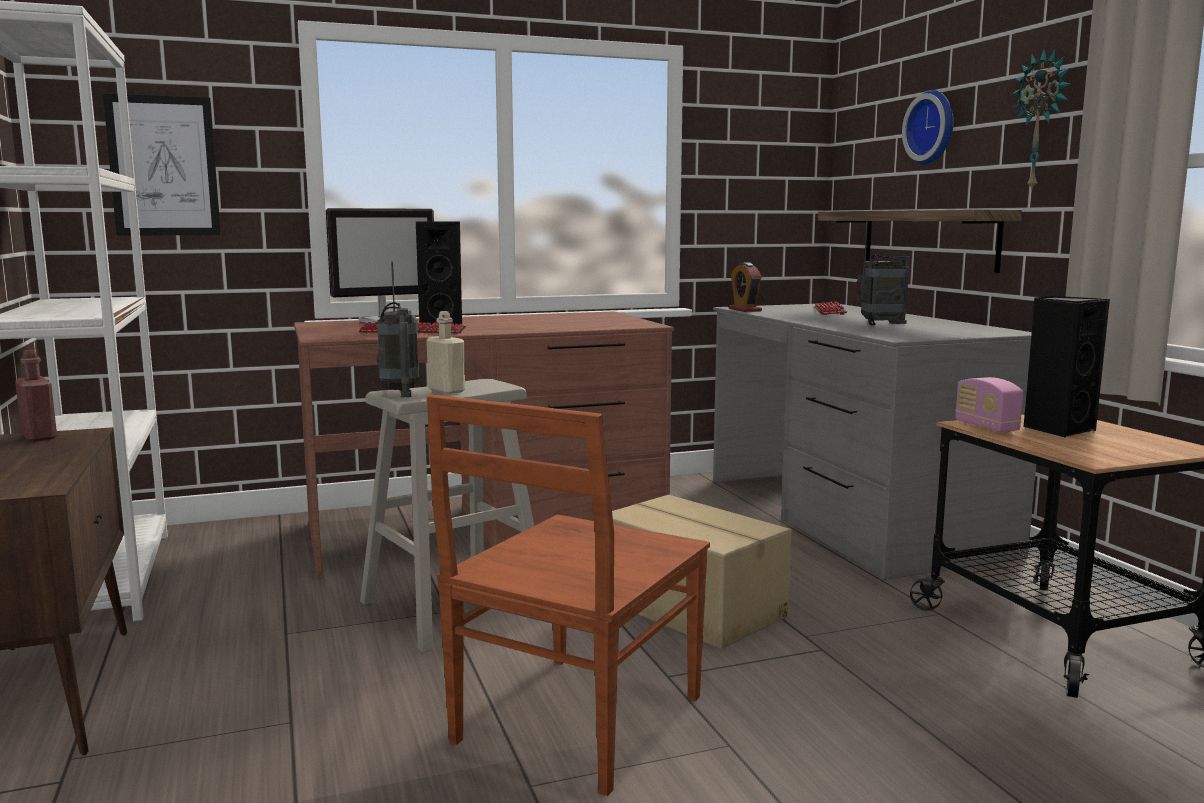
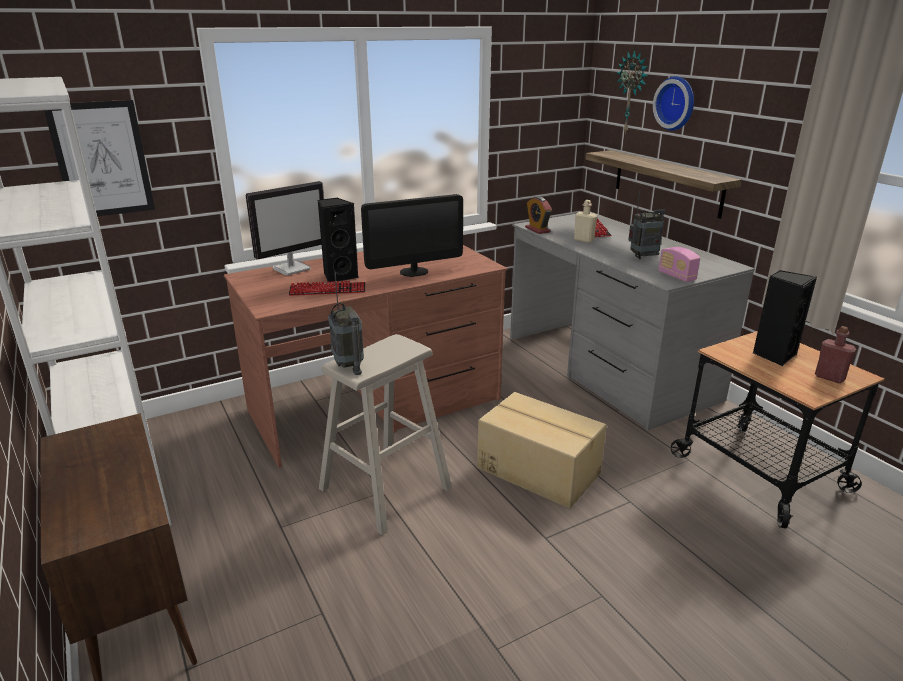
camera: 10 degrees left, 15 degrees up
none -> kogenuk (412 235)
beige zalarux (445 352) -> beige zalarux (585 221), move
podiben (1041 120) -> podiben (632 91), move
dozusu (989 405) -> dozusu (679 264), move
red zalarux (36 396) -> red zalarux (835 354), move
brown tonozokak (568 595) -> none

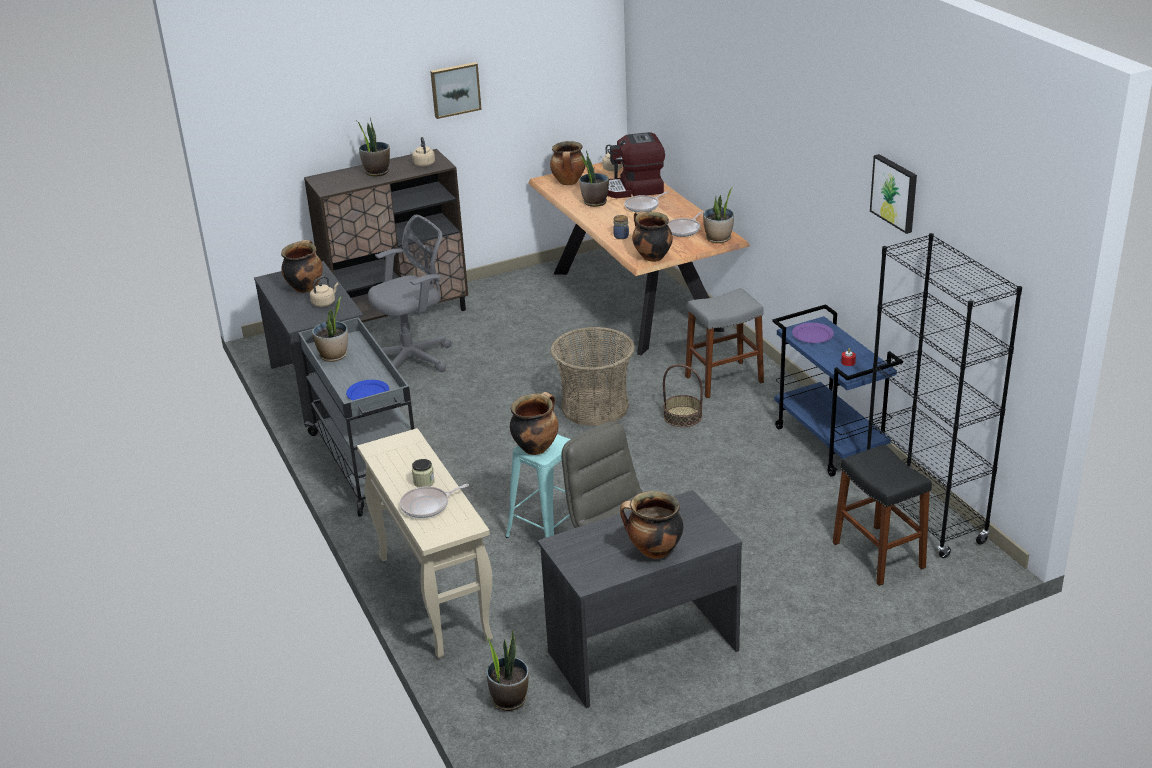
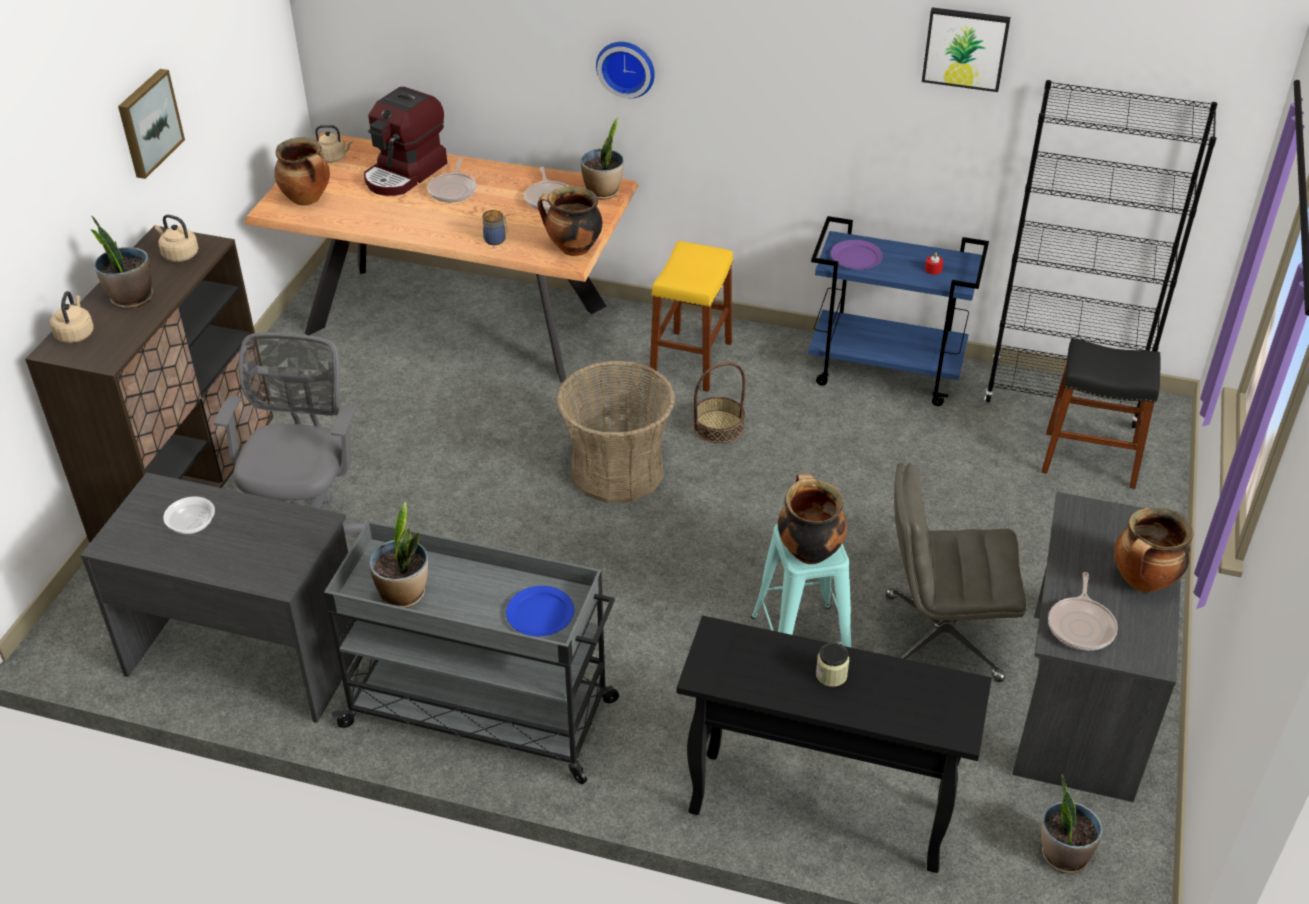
camera: 50 degrees left, 10 degrees up
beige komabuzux (324 291) -> beige komabuzux (72 317), move
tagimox (302 266) -> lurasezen (189 515)
none -> podiben (625 70)
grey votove (724 343) -> yellow votove (691 316)
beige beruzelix (425 543) -> black beruzelix (834 744)
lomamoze (434 501) -> lomamoze (1083 611), move
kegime (594 179) -> none

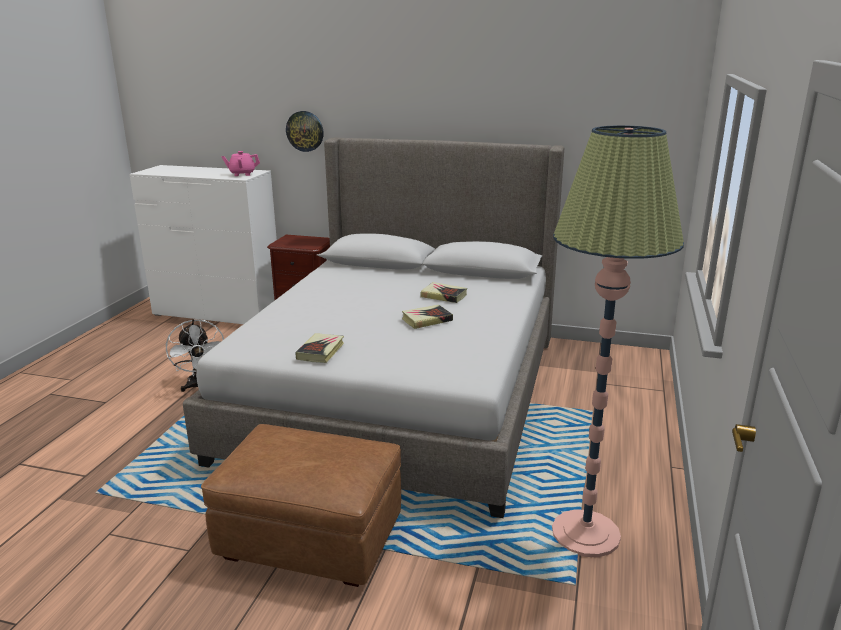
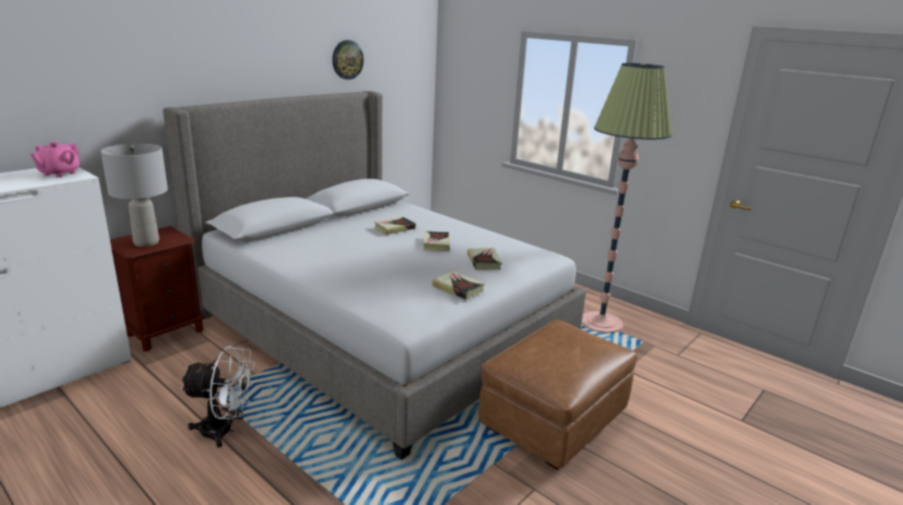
camera: 65 degrees left, 0 degrees up
none -> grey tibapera (134 195)
podiben (305 131) -> podiben (348 60), move
none -> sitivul (484 259)

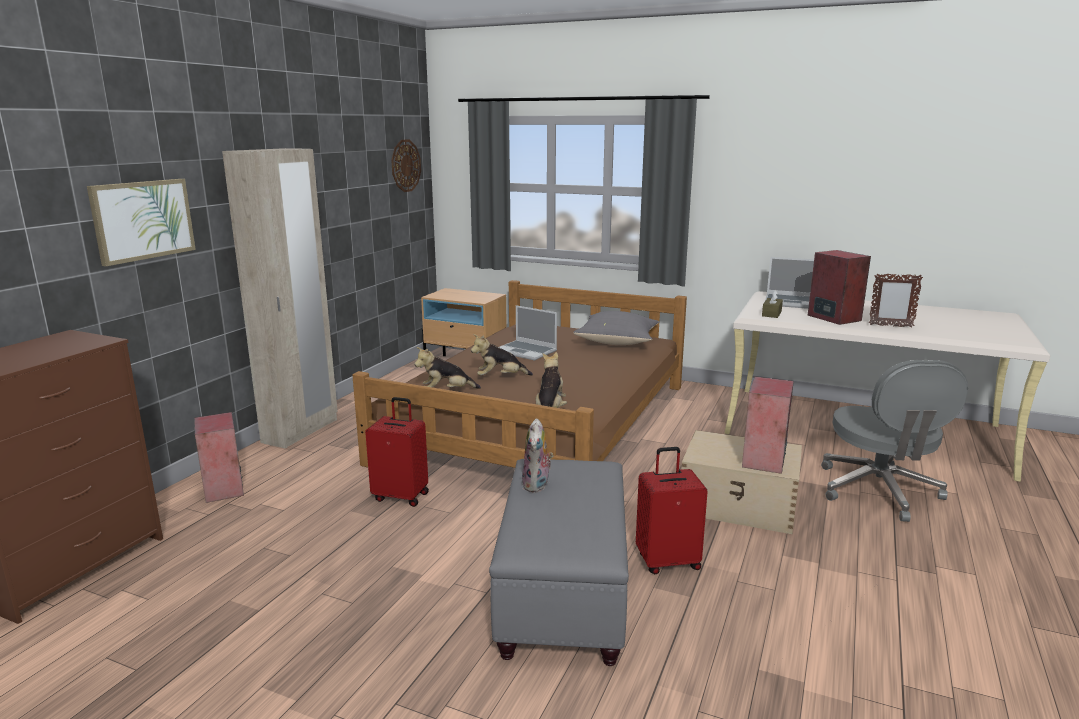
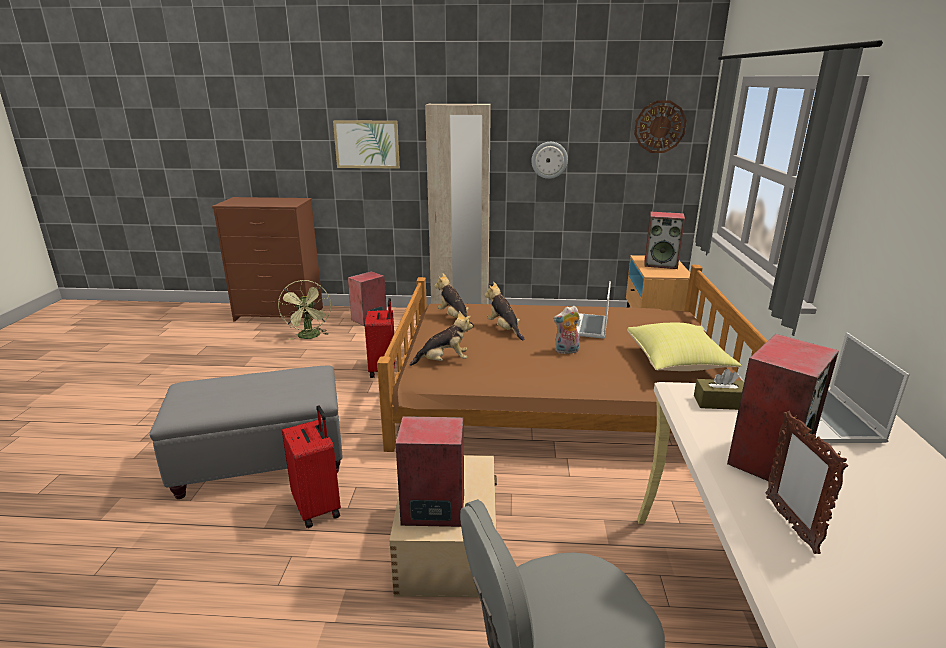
camera: 70 degrees right, 5 degrees up
none -> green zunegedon (304 310)
none -> podiben (549 160)
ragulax (538 455) -> ragulax (566 330), move
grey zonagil (616 328) -> yellow zonagil (684 347)
none -> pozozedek (664 240)

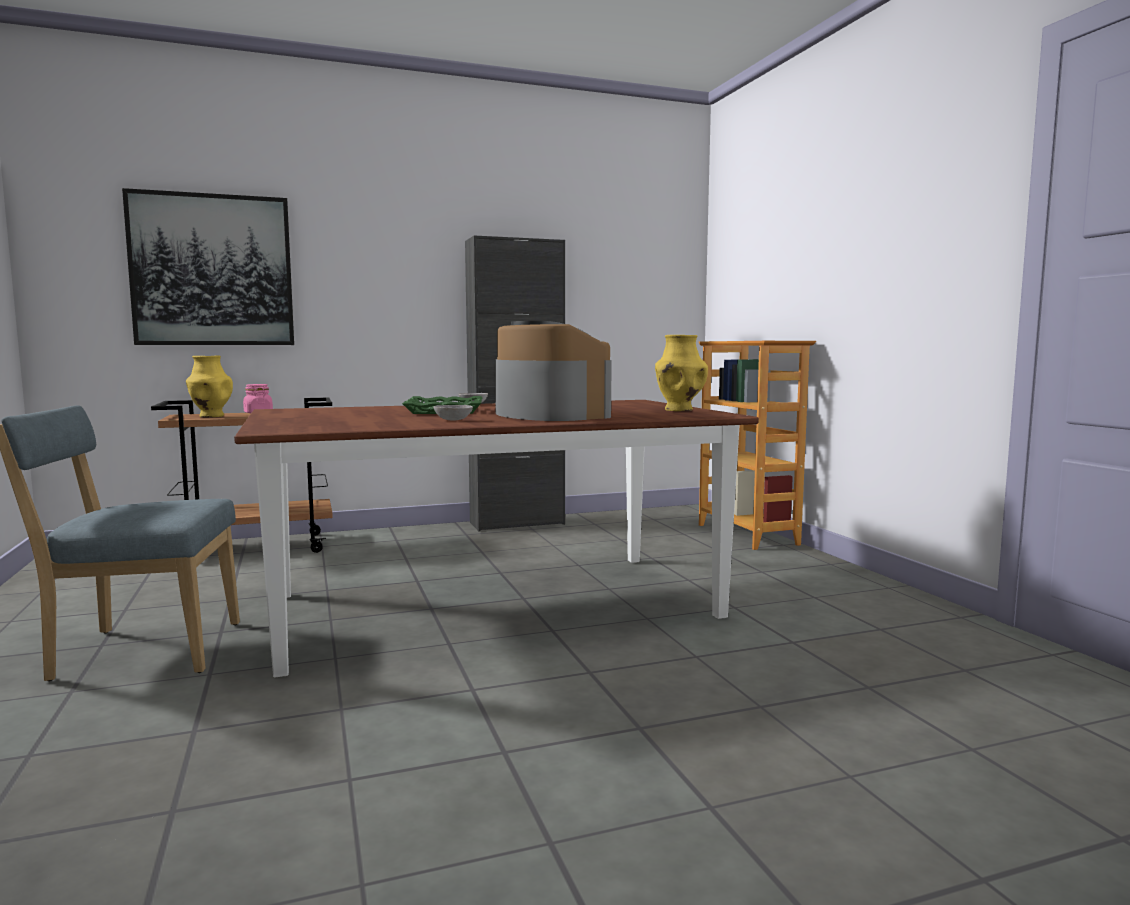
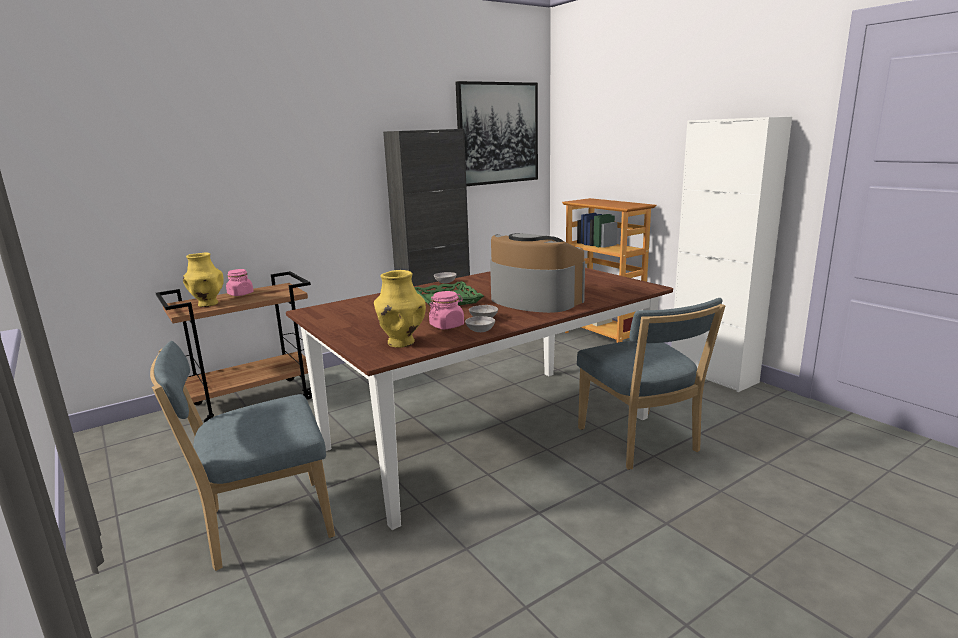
camera: 15 degrees left, 10 degrees up
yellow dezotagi (681 373) -> yellow dezotagi (400 309), move
none -> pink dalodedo (446 310)
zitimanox (208 266) -> zitimanox (497 133), move
none -> grey lurasezen (480 324)
none -> blue tonozokak (651 384)
none -> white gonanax (731 254)

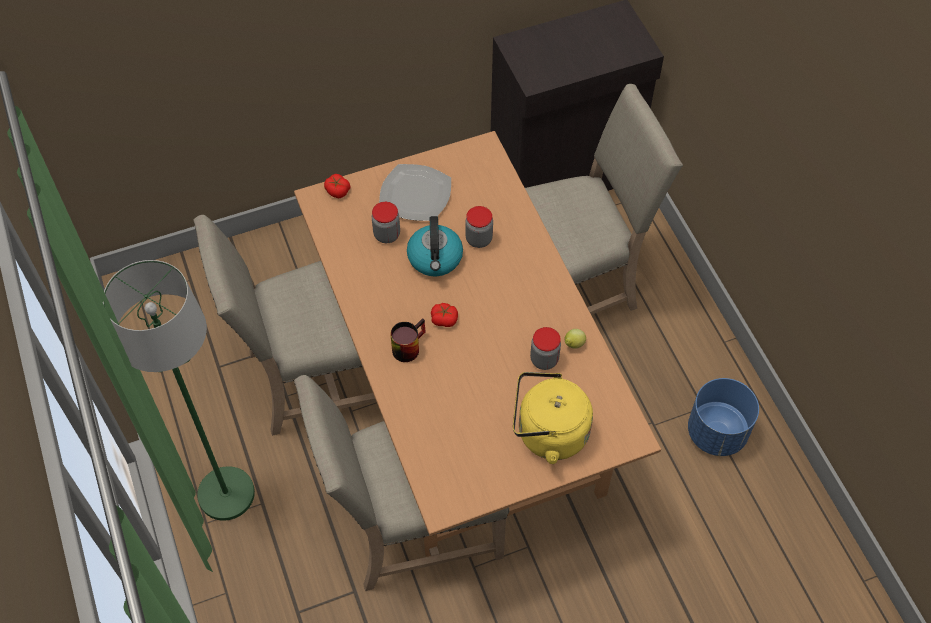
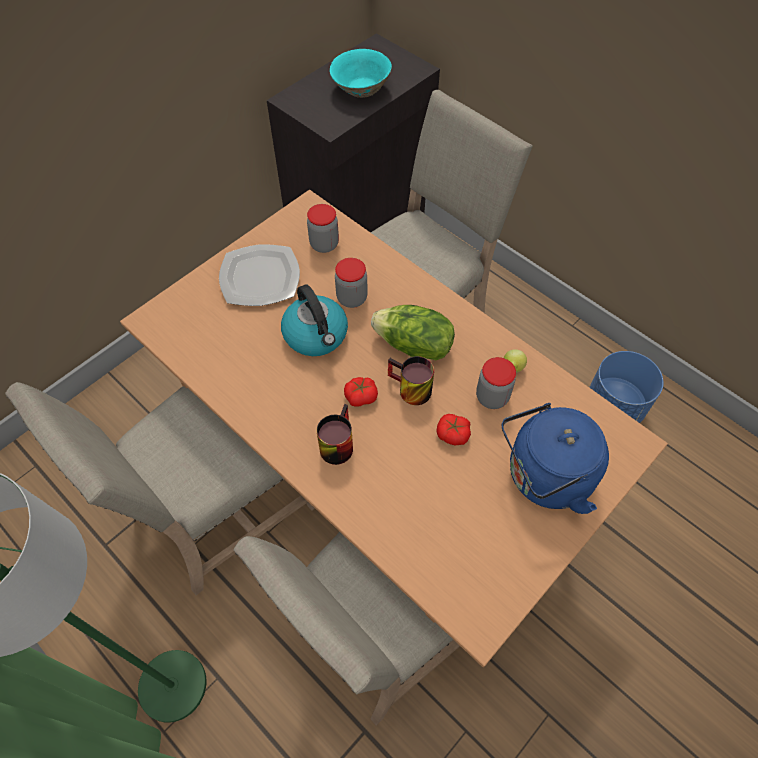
camera: 25 degrees left, 0 degrees up
dalodedo (386 222) -> dalodedo (323 228), move
none -> turquoise lurasezen (361 73)
none -> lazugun (413 332)
none -> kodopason (411 380)
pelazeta (337 186) -> pelazeta (453 429), move
yellow komabuzux (553 418) -> blue komabuzux (555 458)

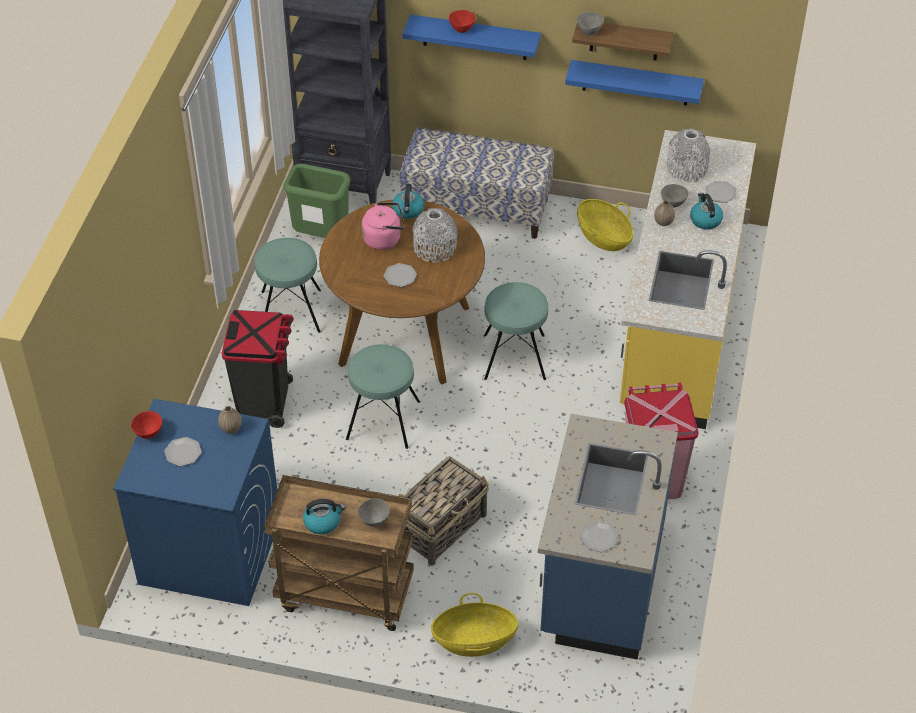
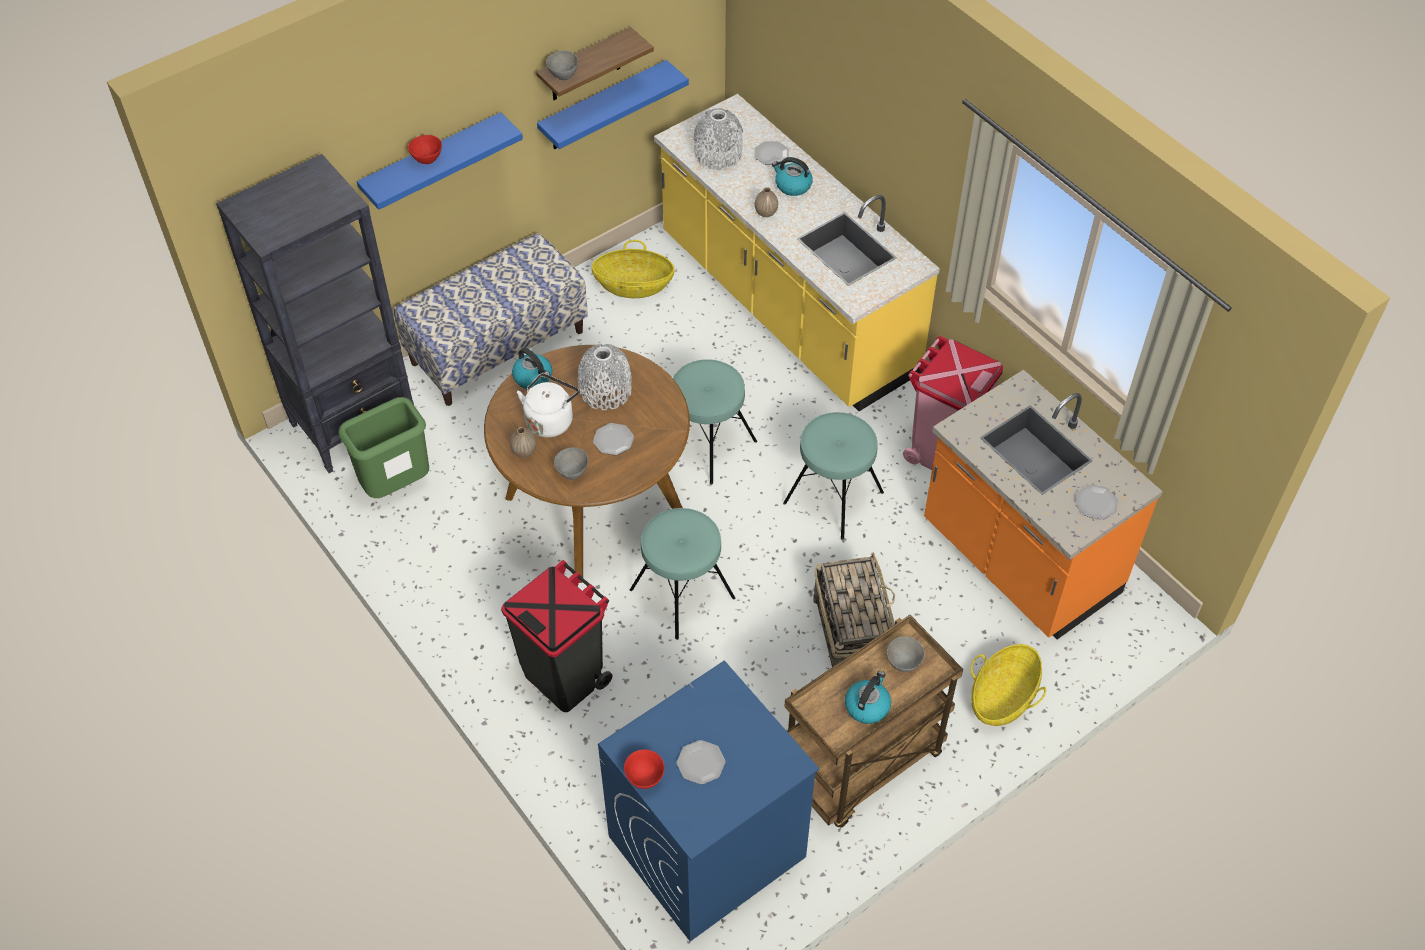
camera: 50 degrees left, 5 degrees up
dezotagi (230 420) -> dezotagi (523 442), move
pink komabuzux (383 226) -> white komabuzux (548 405)
grey lurasezen (675 196) -> grey lurasezen (571 463), move
turquoise votove (287 285) -> turquoise votove (833 476), move
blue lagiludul (608 537) -> orange lagiludul (1043 505)

